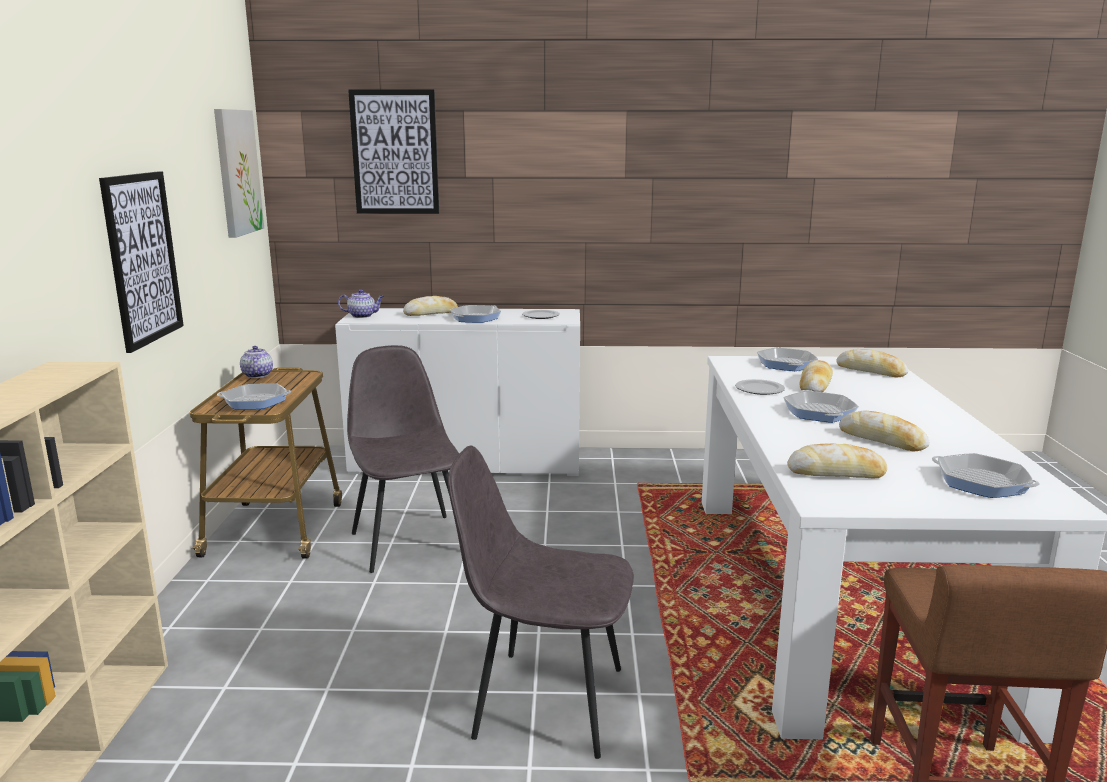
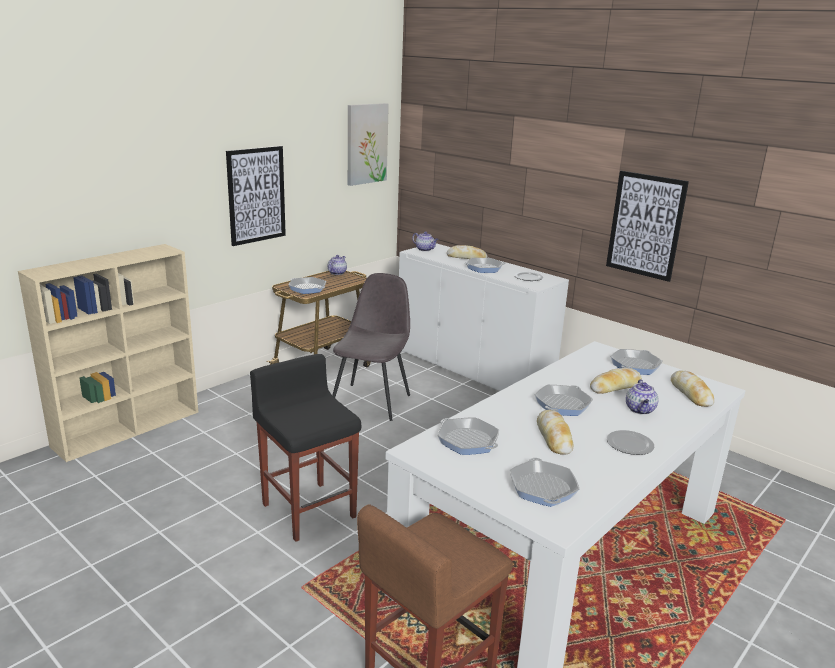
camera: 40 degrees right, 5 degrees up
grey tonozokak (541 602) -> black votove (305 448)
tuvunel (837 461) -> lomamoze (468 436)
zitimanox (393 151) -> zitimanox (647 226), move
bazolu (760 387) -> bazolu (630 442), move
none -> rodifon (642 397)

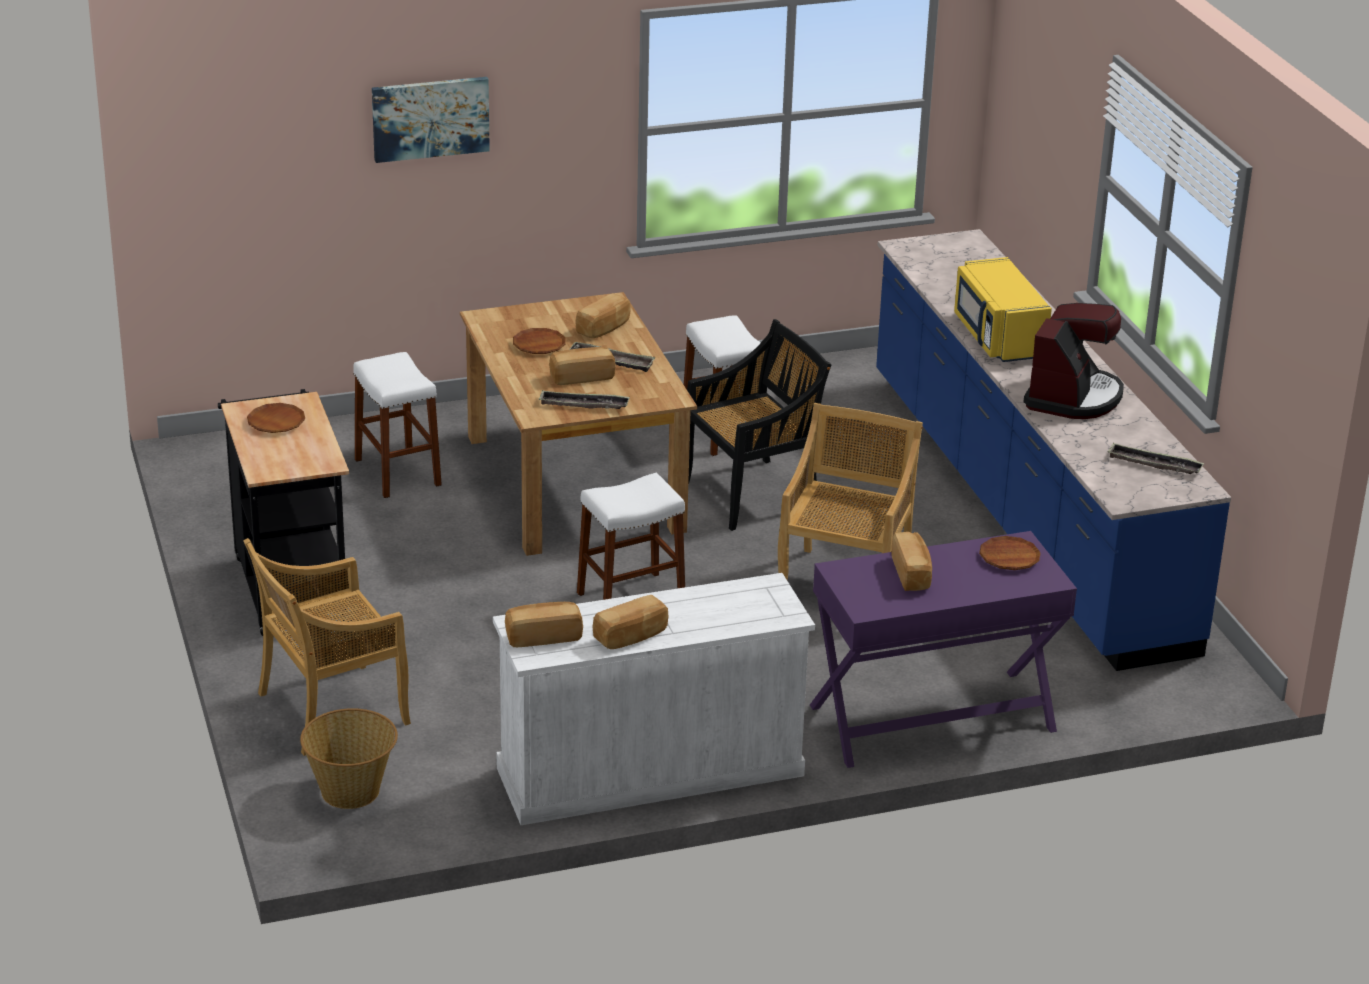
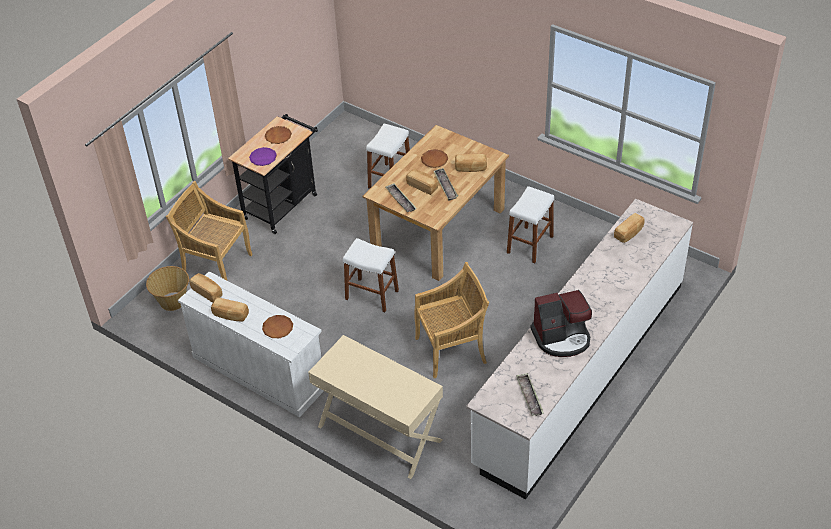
camera: 55 degrees right, 15 degrees up
none -> purple bazolu (263 156)
brown bazolu (1010 553) -> brown bazolu (277 326), move
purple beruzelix (943 649) -> beige beruzelix (375 407)
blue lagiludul (1053 450) -> white lagiludul (579 349)
tuvunel (912 561) -> tuvunel (629 228), move
zitimanox (431 120) -> none
black tonozokak (759 425) -> none
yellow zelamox (1003 309) -> none

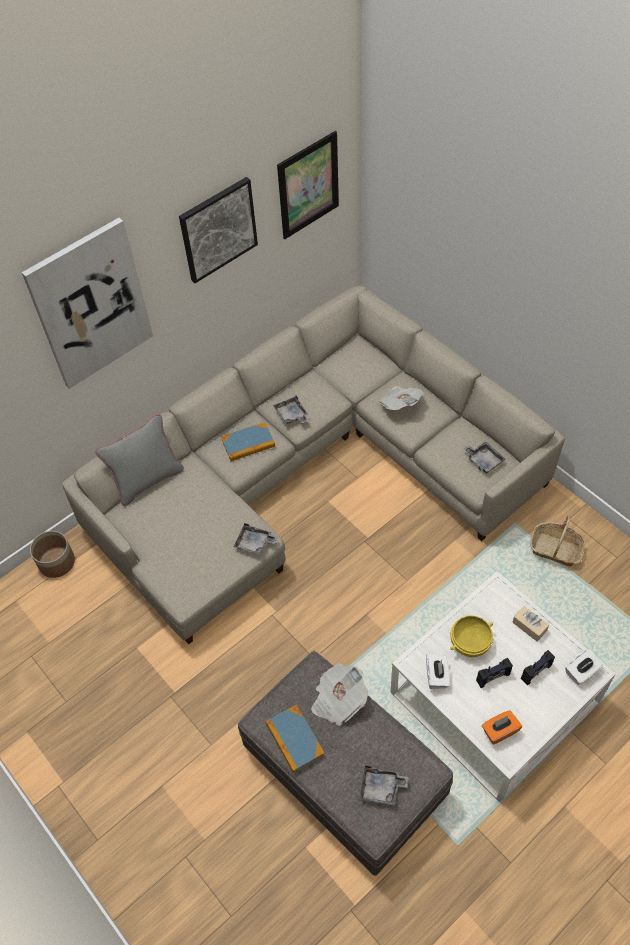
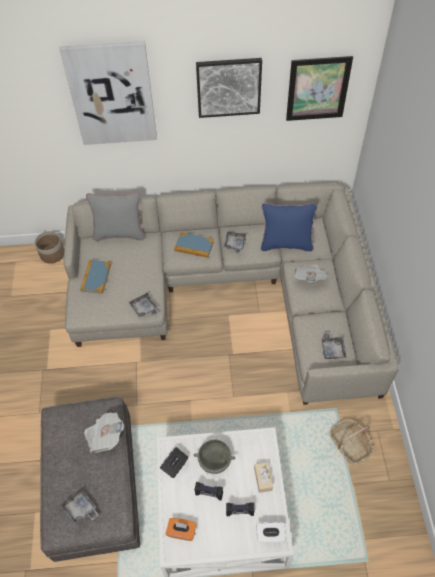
camera: 35 degrees right, 0 degrees up
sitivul (295 739) -> sitivul (95 277), move
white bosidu (438 671) -> black bosidu (174 462)
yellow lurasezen (471 636) -> grey lurasezen (214 456)
none -> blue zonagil (289 227)

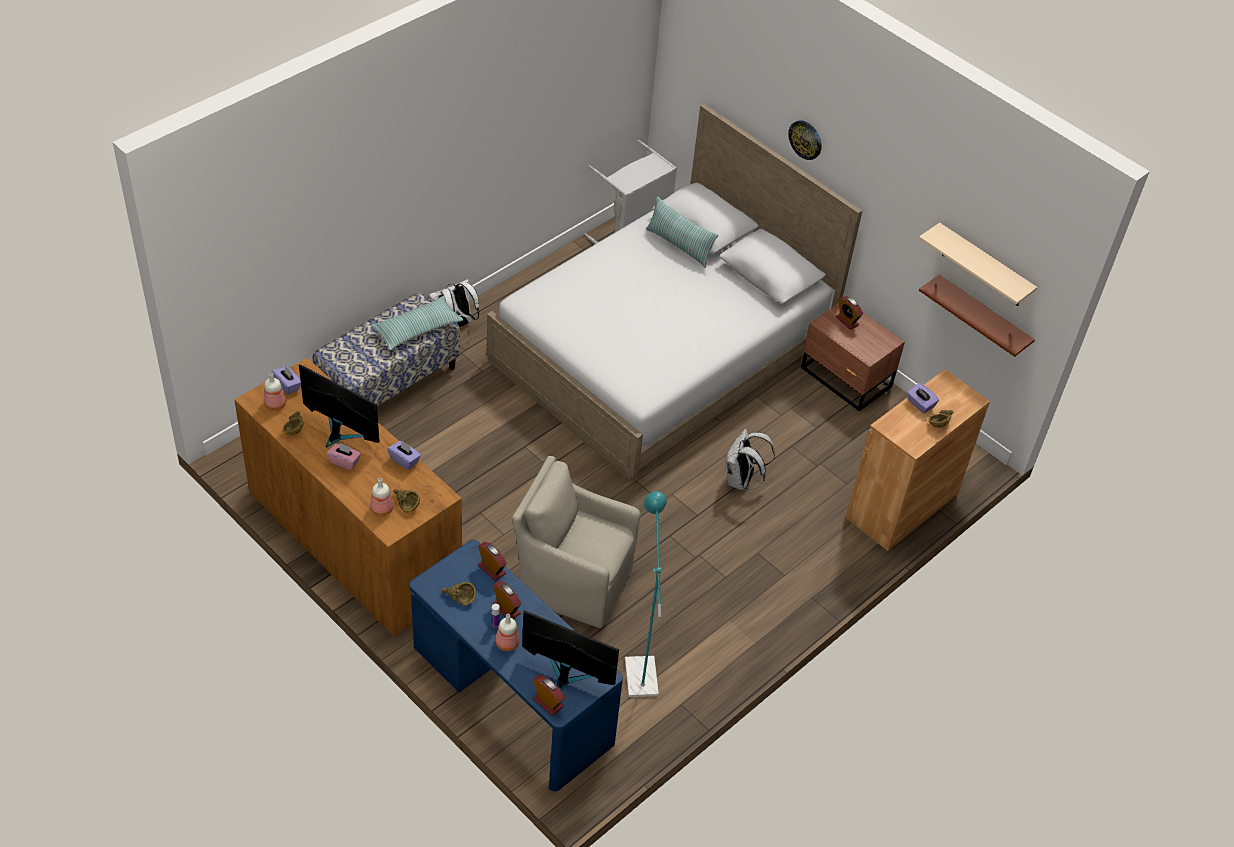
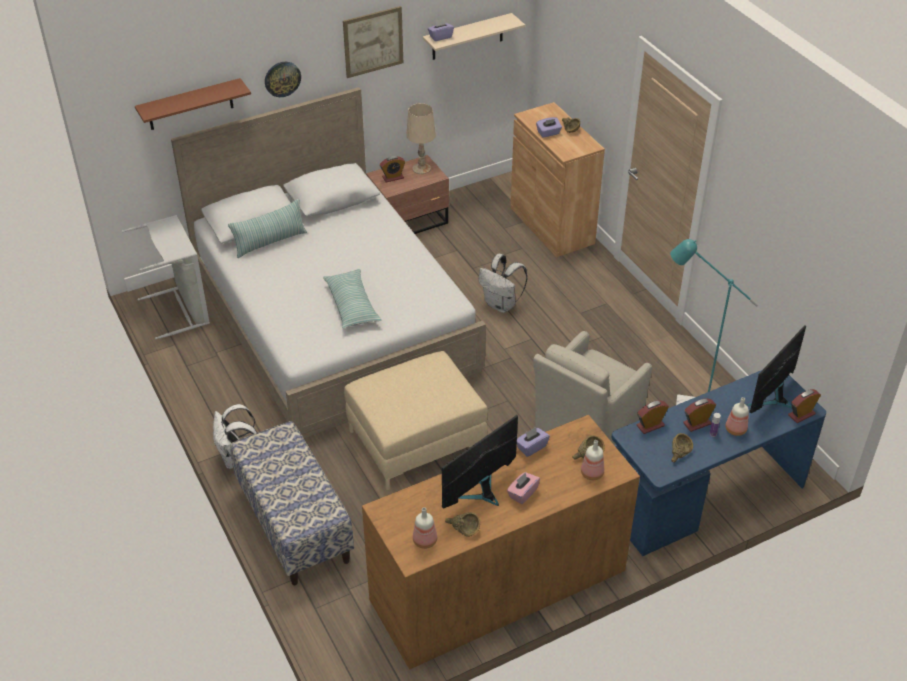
camera: 70 degrees left, 5 degrees down
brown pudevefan (977 316) -> brown pudevefan (193 104), move
zonagil (417 323) -> zonagil (352 298), move
none -> zitimanox (373 42)
none -> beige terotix (416 420)
none -> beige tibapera (421 138)
purple bosidu (286 380) -> purple bosidu (441 30), move

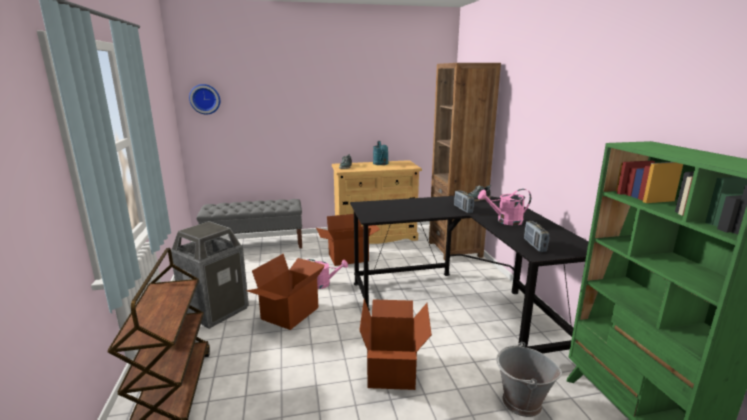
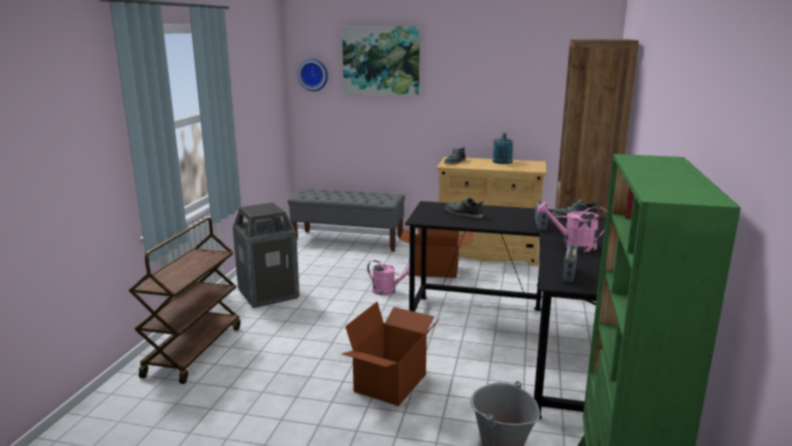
camera: 25 degrees right, 0 degrees up
none -> zitimanox (381 61)
none -> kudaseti (464 208)
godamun (285 292) -> none

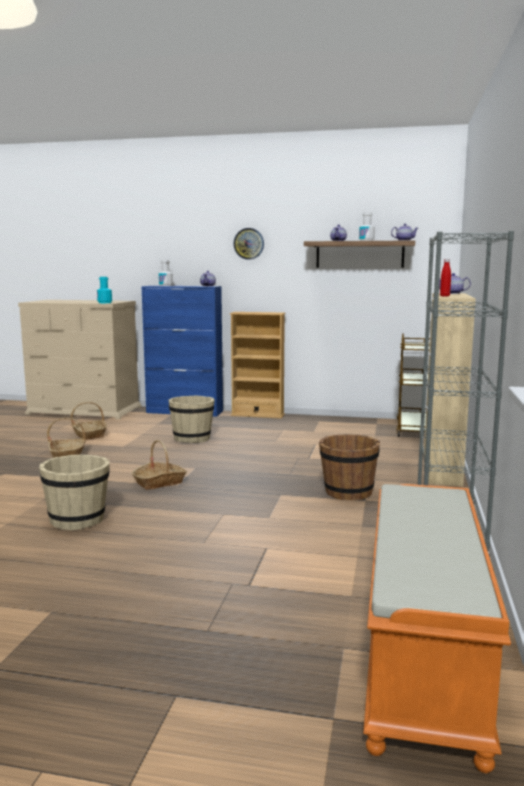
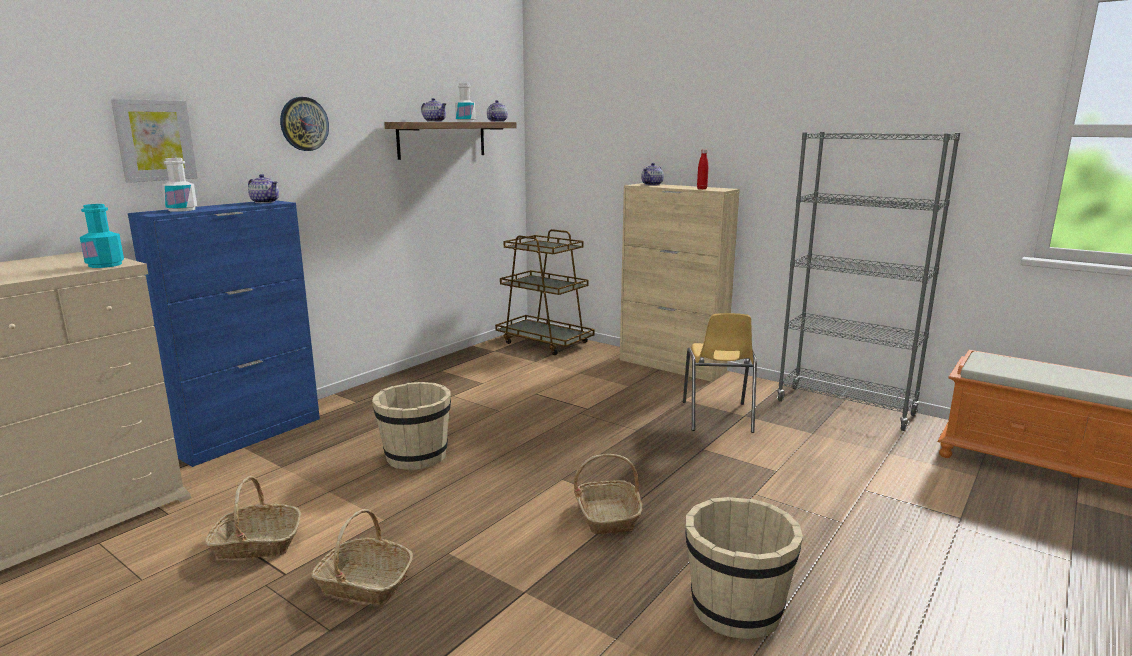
camera: 65 degrees left, 5 degrees up
none -> zitimanox (154 141)
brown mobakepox (349 467) -> yellow tonozokak (720 373)
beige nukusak (258 365) -> none

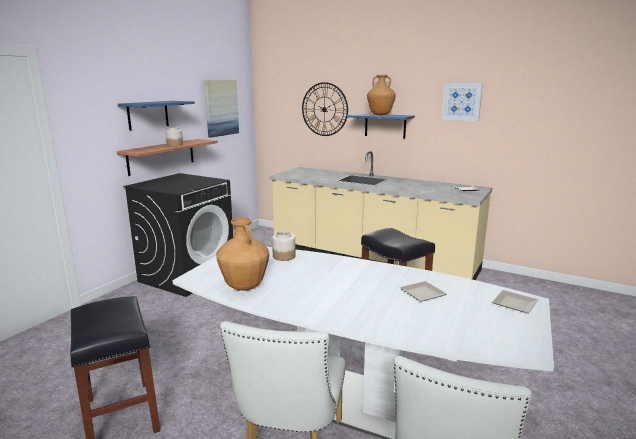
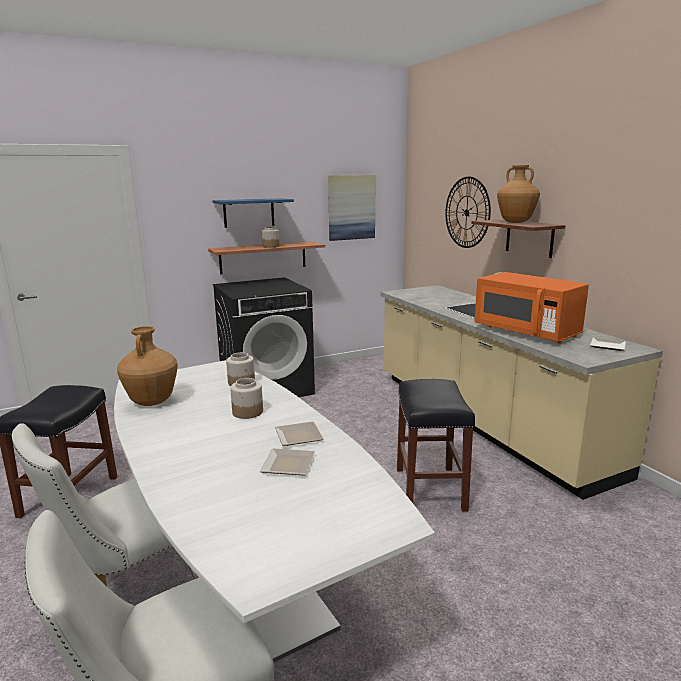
camera: 35 degrees right, 0 degrees up
none -> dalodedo (246 398)
bazolu (515 302) -> bazolu (299 434), move
blue pudevefan (381 125) -> brown pudevefan (518 238)
none -> orange zelamox (532 308)
zitimanox (462 102) -> none

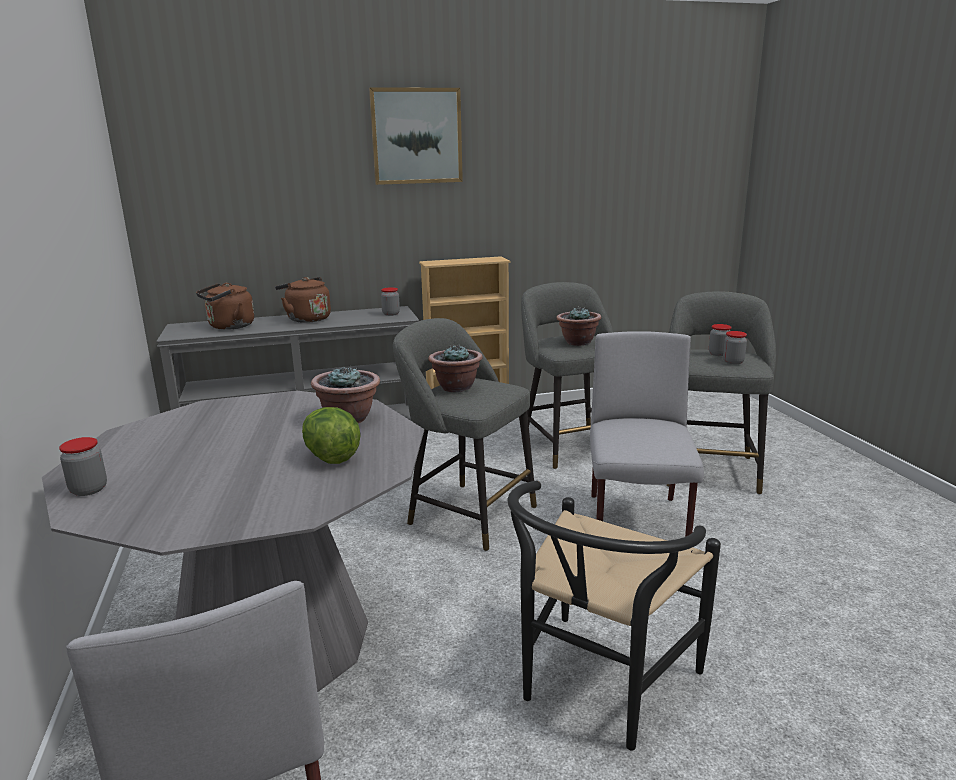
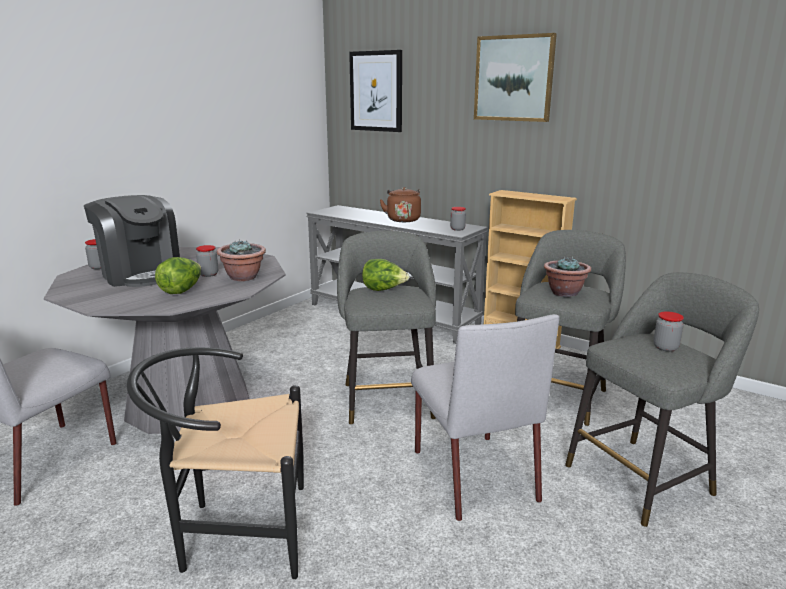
camera: 50 degrees right, 0 degrees up
none -> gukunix (132 241)
dalodedo (735 347) -> dalodedo (207 261), move
none -> zitimanox (375 91)
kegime (456 368) -> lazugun (385 275)
grey tonozokak (647 434) -> grey tonozokak (485 417), 105 degrees clockwise
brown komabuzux (225 306) -> none

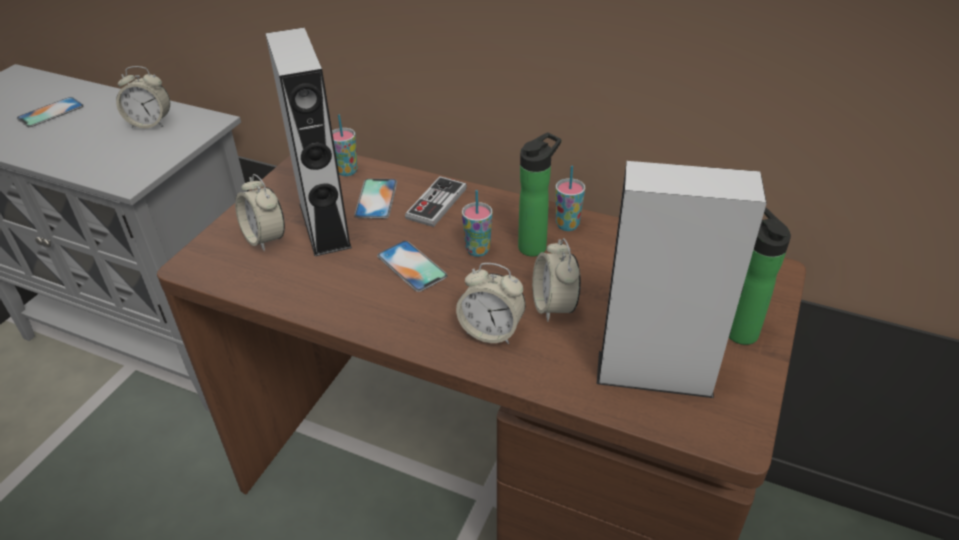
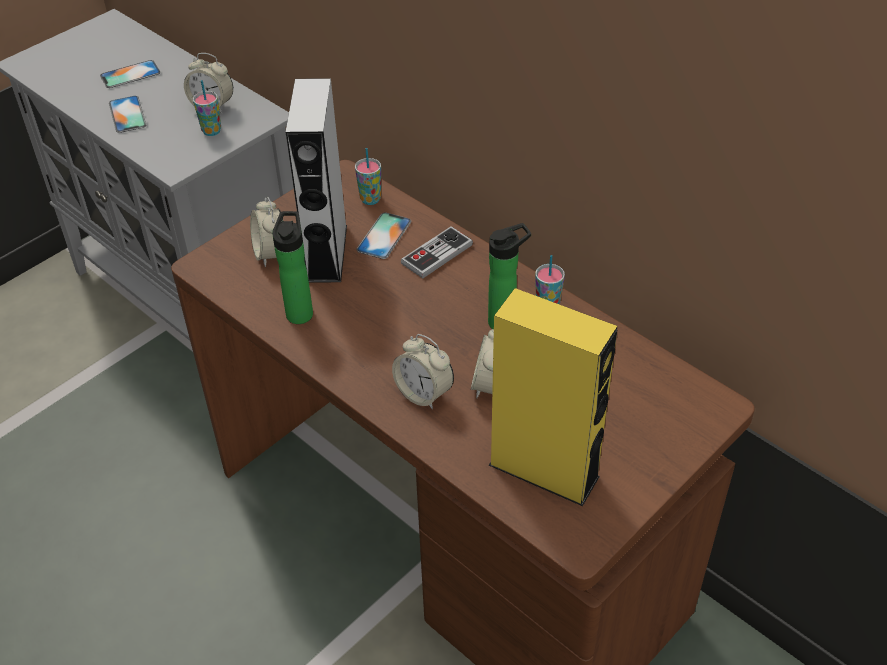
camera: 20 degrees right, 5 degrees up
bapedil (412 266) -> bapedil (127 114), move
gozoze (477 223) -> gozoze (207 108), move
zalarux (760 276) -> zalarux (292 267), move
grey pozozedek (682 279) -> yellow pozozedek (553 397)

